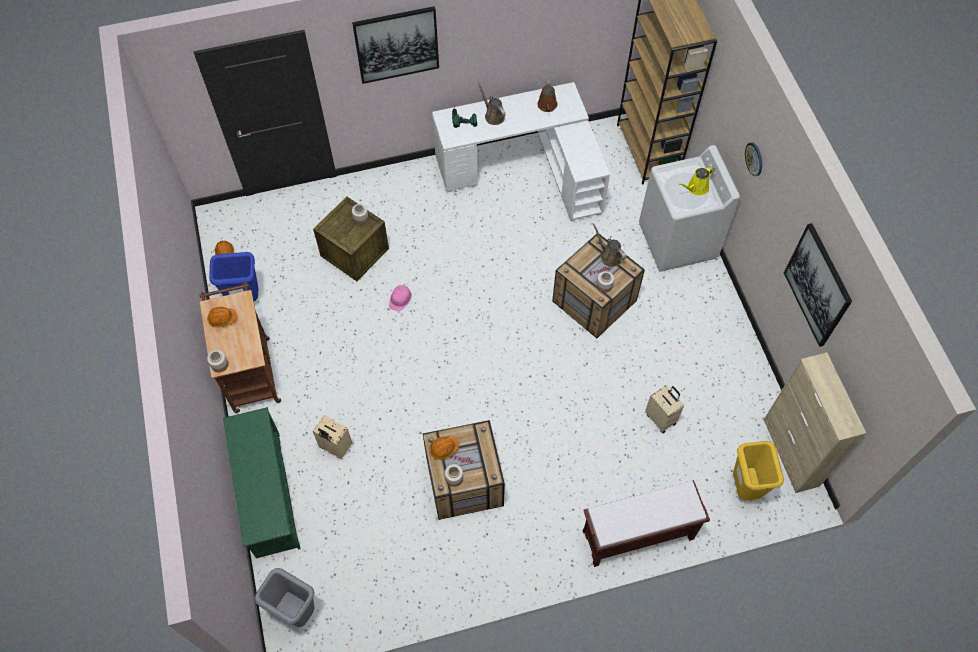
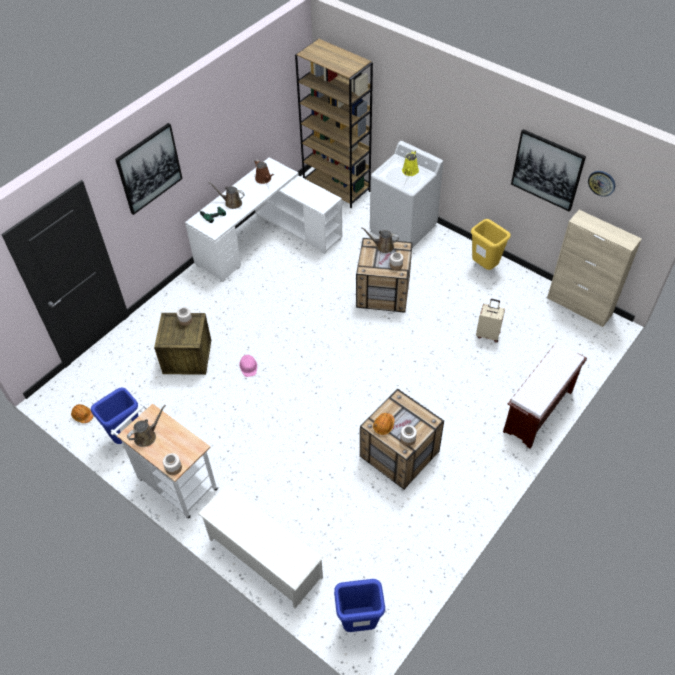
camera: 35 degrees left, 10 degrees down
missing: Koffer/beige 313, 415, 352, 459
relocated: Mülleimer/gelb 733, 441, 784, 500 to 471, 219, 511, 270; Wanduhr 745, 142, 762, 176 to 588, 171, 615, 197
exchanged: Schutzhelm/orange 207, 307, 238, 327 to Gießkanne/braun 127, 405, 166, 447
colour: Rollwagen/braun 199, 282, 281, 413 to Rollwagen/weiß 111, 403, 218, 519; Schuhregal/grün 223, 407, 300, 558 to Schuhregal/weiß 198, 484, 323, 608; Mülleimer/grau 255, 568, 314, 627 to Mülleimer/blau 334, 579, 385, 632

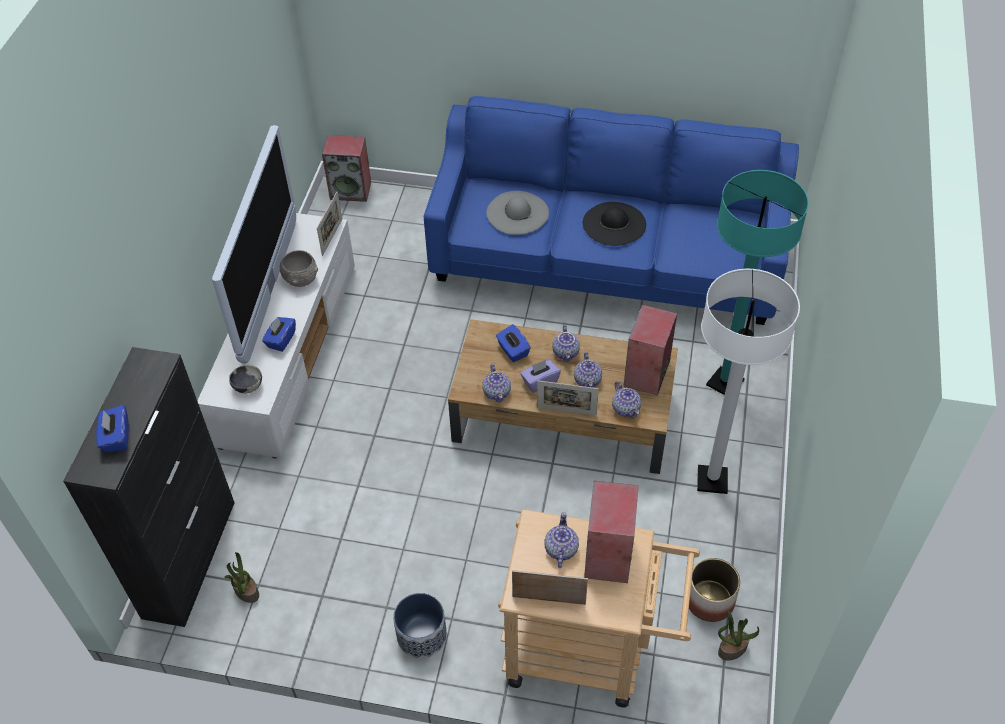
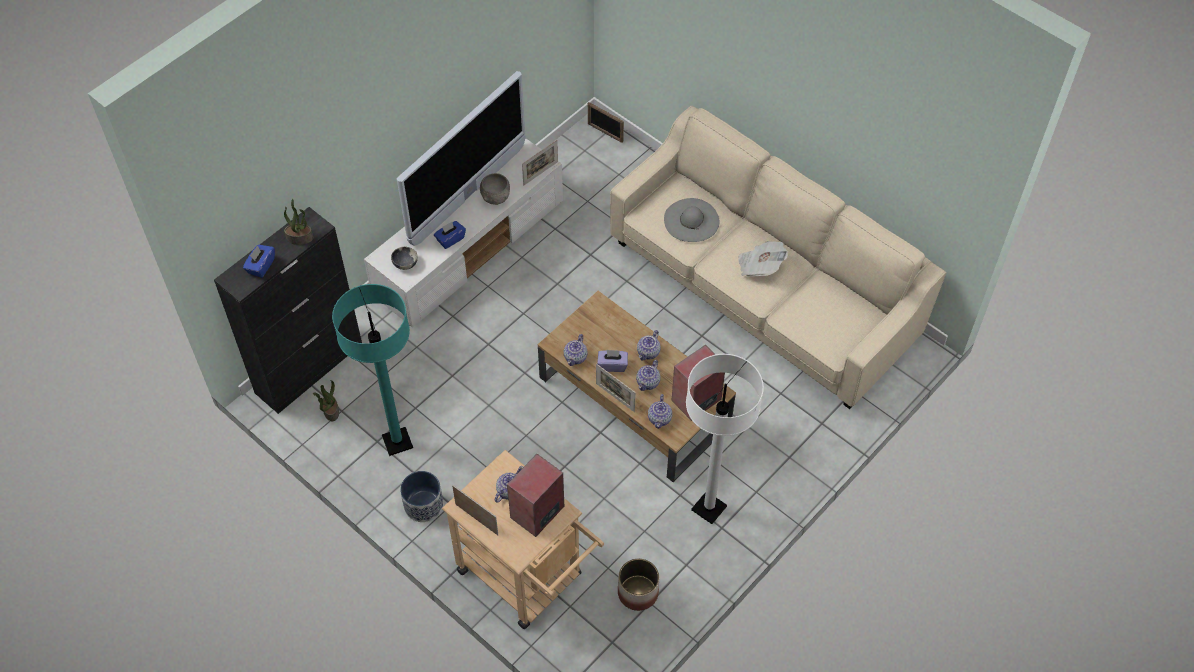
camera: 30 degrees right, 5 degrees up
missing: Taschentuchbox/blau 496, 324, 531, 362
relocated: Stehlampe/türkis 706, 170, 809, 395 to 332, 284, 413, 456; Topfpflanze 718, 611, 759, 661 to 284, 199, 313, 245
exchanged: Lautsprecher 322, 135, 371, 202 to Bilderrahmen 588, 102, 624, 143; Hut/schwarz 583, 202, 646, 246 to Zeitung 738, 241, 788, 277
colour: Sofa/blau 424, 96, 799, 325 to Sofa/beige 610, 105, 947, 409

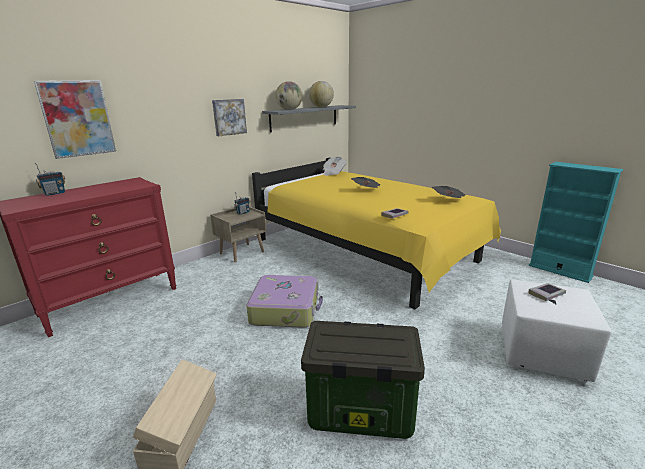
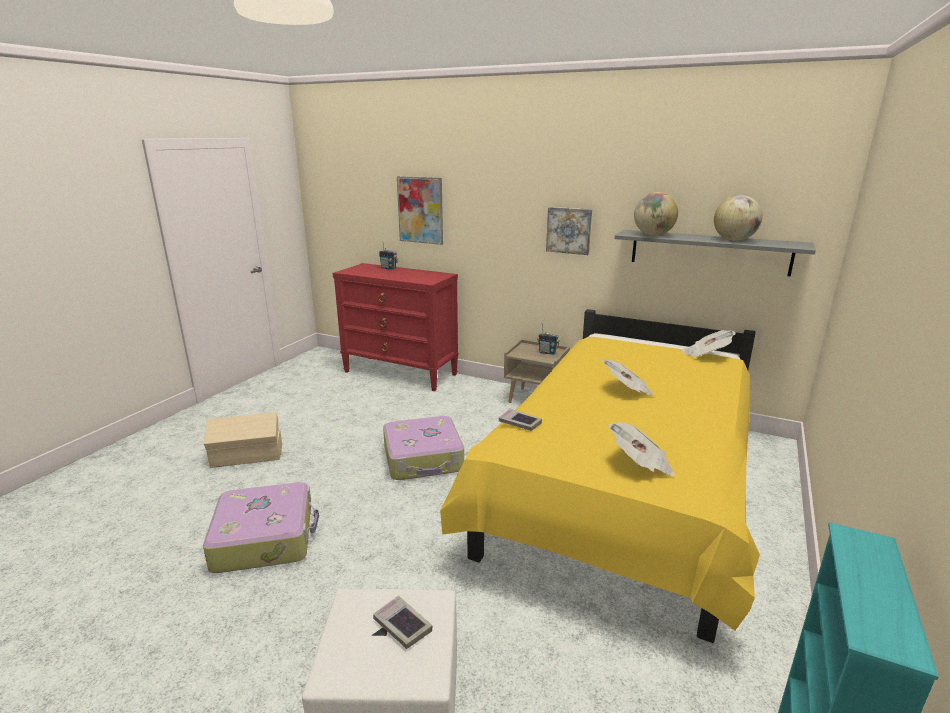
camera: 70 degrees right, 0 degrees up
exchanged: Aufbewahrungsbox 301, 321, 425, 439 to Koffer 203, 482, 319, 573

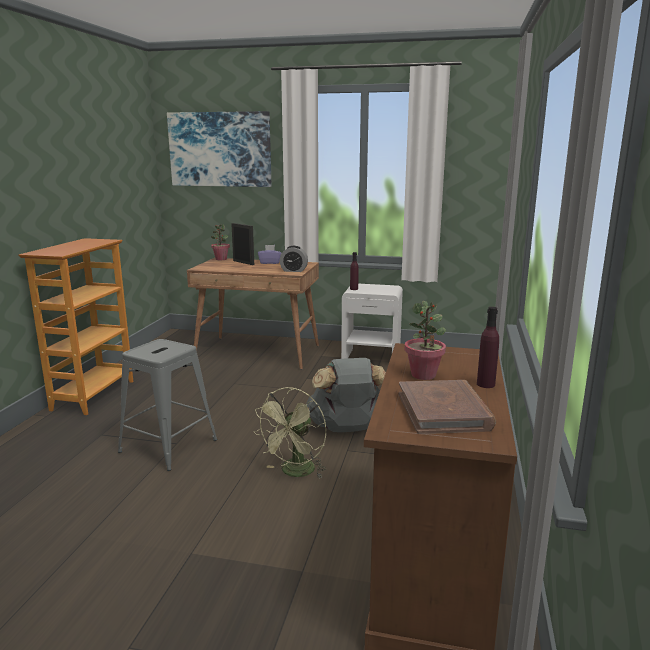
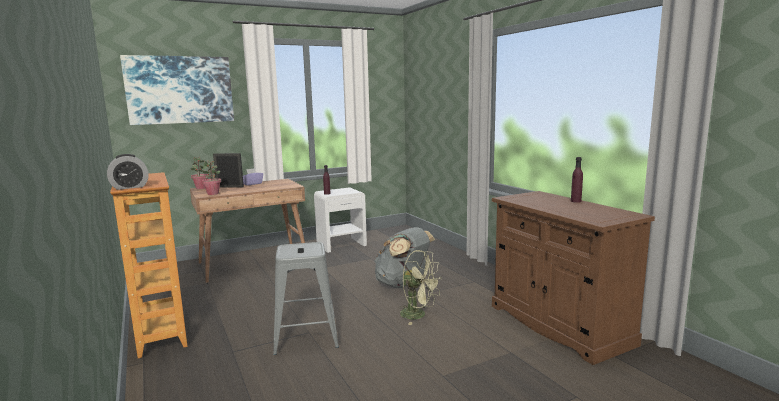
camera: 40 degrees left, 5 degrees down
missing: Buch/braun 399, 380, 496, 434
relocated: Wecker 280, 246, 308, 272 to 107, 154, 149, 190; Topfpflanze 405, 301, 446, 380 to 202, 160, 221, 195
spun: Ventilator/grün 253, 387, 326, 478 = 398, 250, 442, 325 45 degrees counterclockwise

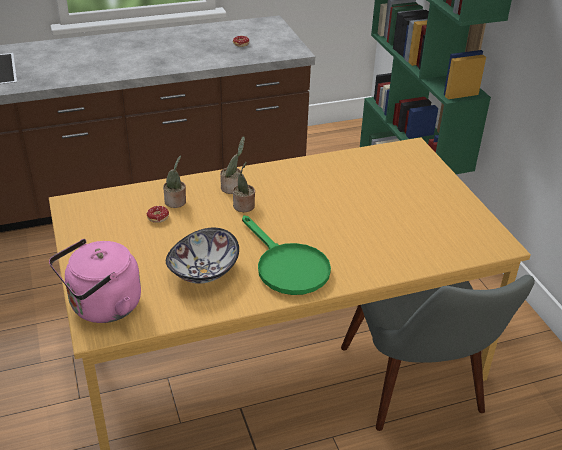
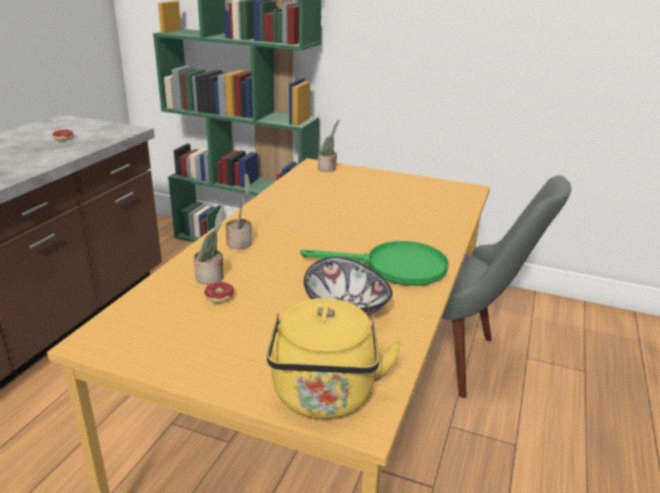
camera: 50 degrees left, 10 degrees down
relocated: Topfpflanze 233, 162, 255, 212 to 318, 120, 339, 172
colour: Wasserkessel/rosa 49, 239, 141, 323 to Wasserkessel/gelb 267, 298, 402, 419

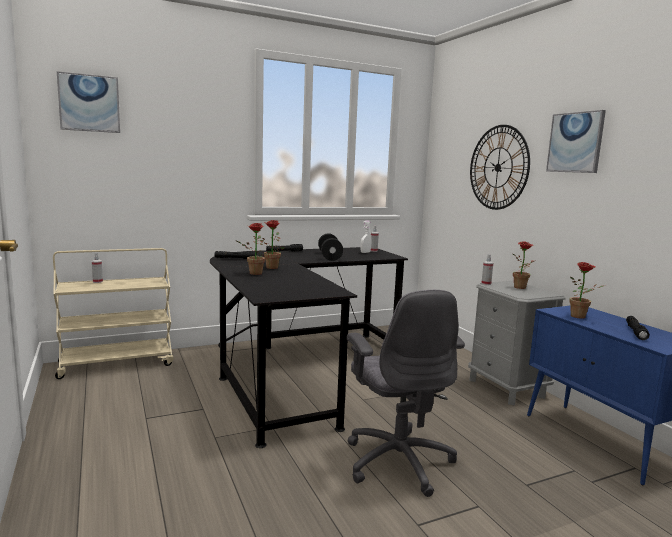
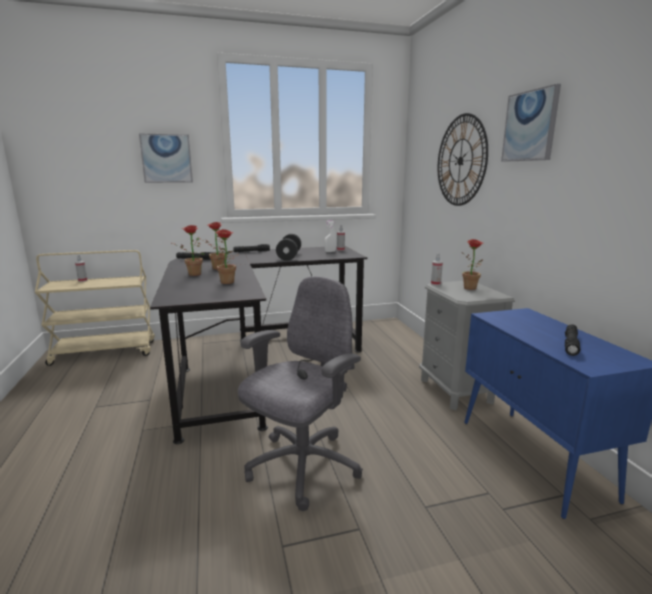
camera: 10 degrees right, 5 degrees up
relocated: Bild 57, 71, 120, 133 to 139, 133, 193, 183; Topfpflanze 569, 262, 605, 319 to 214, 229, 239, 284
spun: Bürostuhl/grau 347, 290, 465, 497 = 238, 276, 363, 511 135 degrees counterclockwise

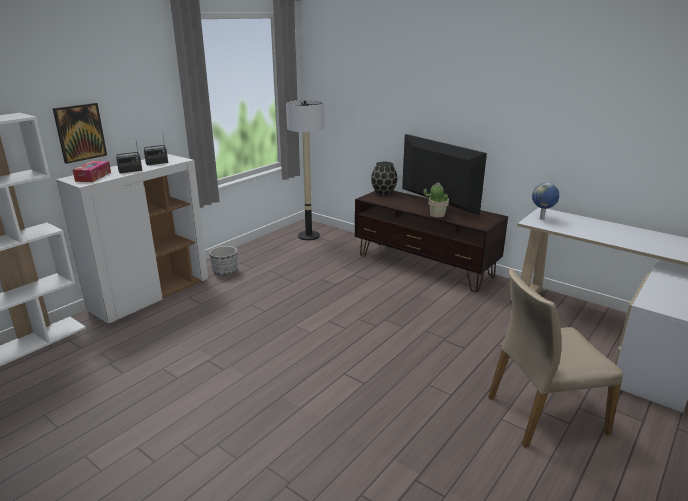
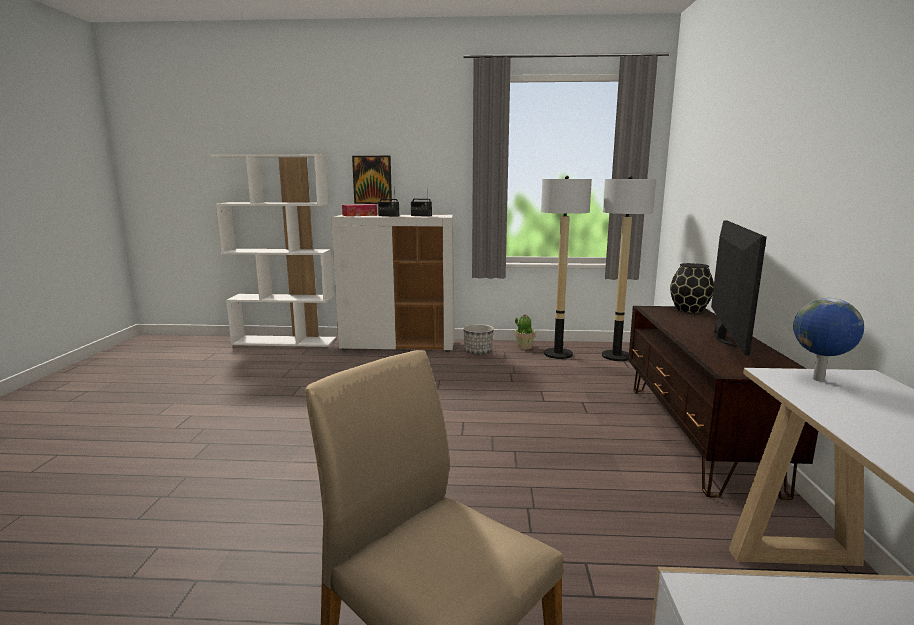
camera: 55 degrees right, 10 degrees down
appeared: Stehlampe 541, 176, 592, 359
relocated: Topfpflanze 424, 182, 449, 217 to 515, 314, 536, 350

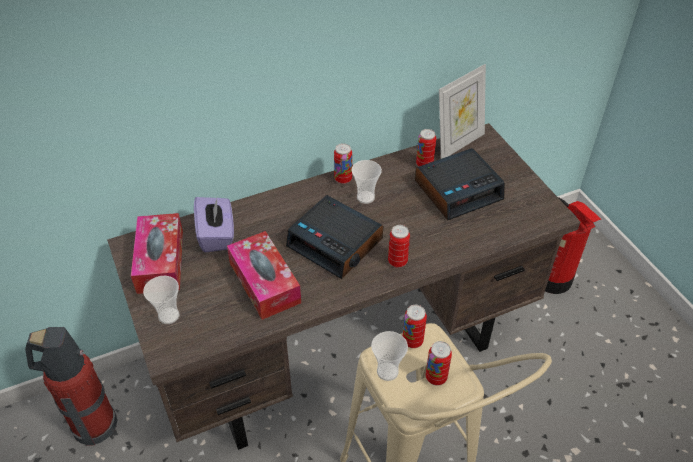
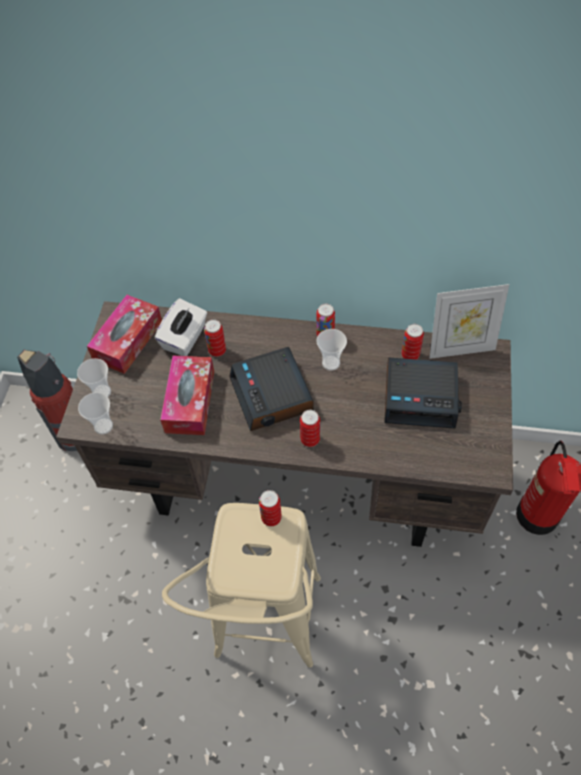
camera: 35 degrees right, 10 degrees up
relocated: Tasse 371, 331, 408, 381 to 78, 392, 113, 435; Dose 426, 341, 452, 386 to 204, 319, 226, 357
colour: Taschentuchbox/lila 194, 196, 234, 253 to Taschentuchbox/weiß 155, 298, 207, 356

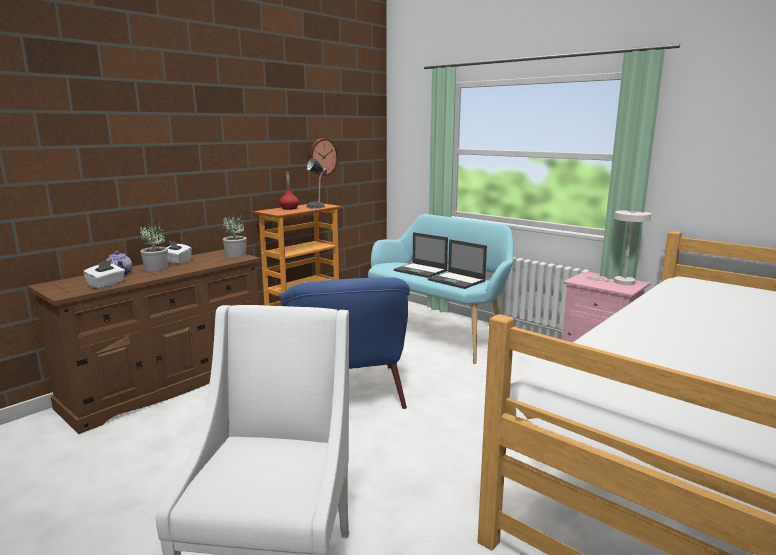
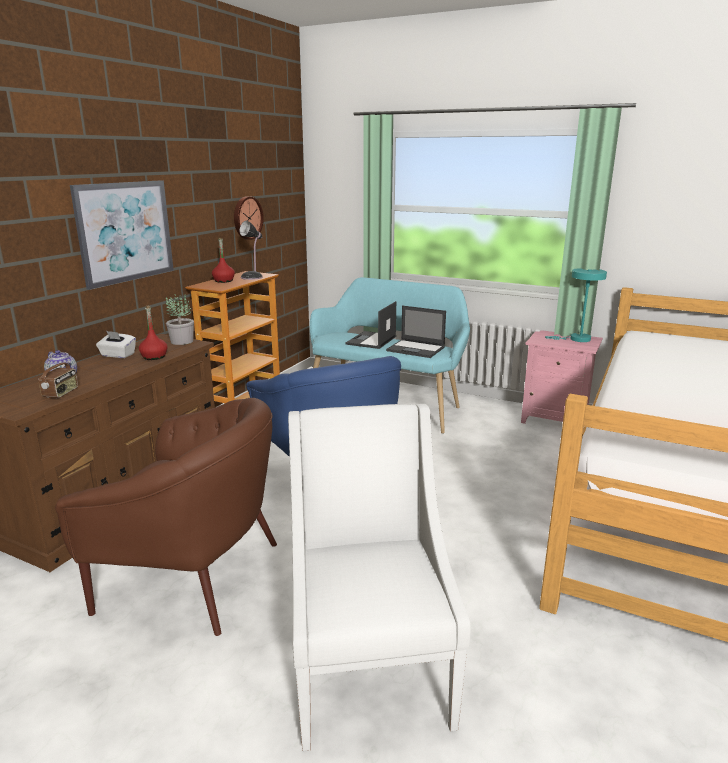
camera: 15 degrees left, 5 degrees up
missing: Topfpflanze 140, 222, 168, 271
appeared: Sessel/braun 55, 398, 277, 636; Bild 70, 180, 174, 290; Flasche/rot 139, 306, 168, 360
exchanged: Taschentuchbox/weiß 83, 260, 125, 289 to Radio 38, 352, 78, 398
colour: Tischlampe/weiß 587, 210, 651, 285 to Tischlampe/türkis 545, 268, 607, 342
spun: Laptop 394, 232, 448, 278 = 346, 301, 396, 349 90 degrees clockwise

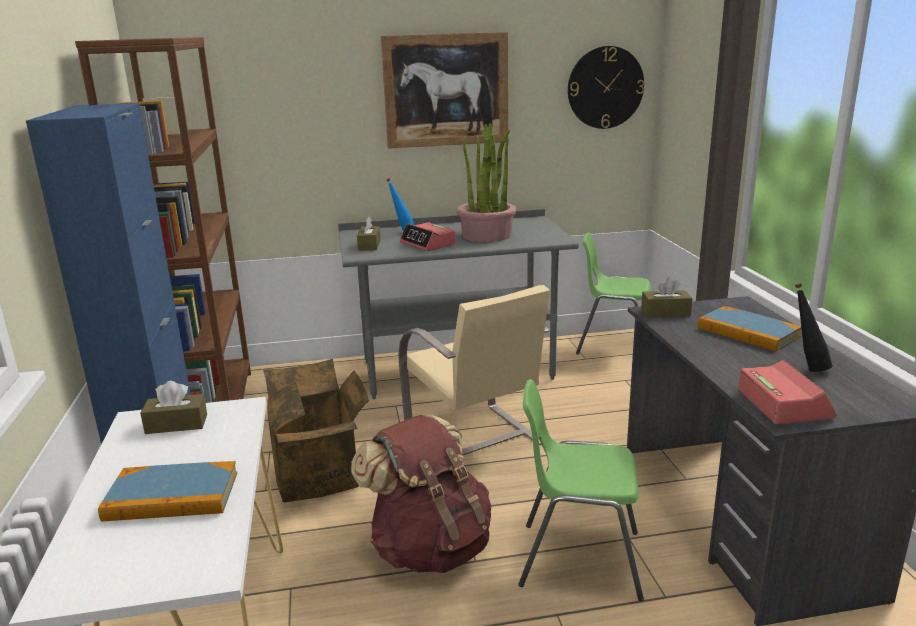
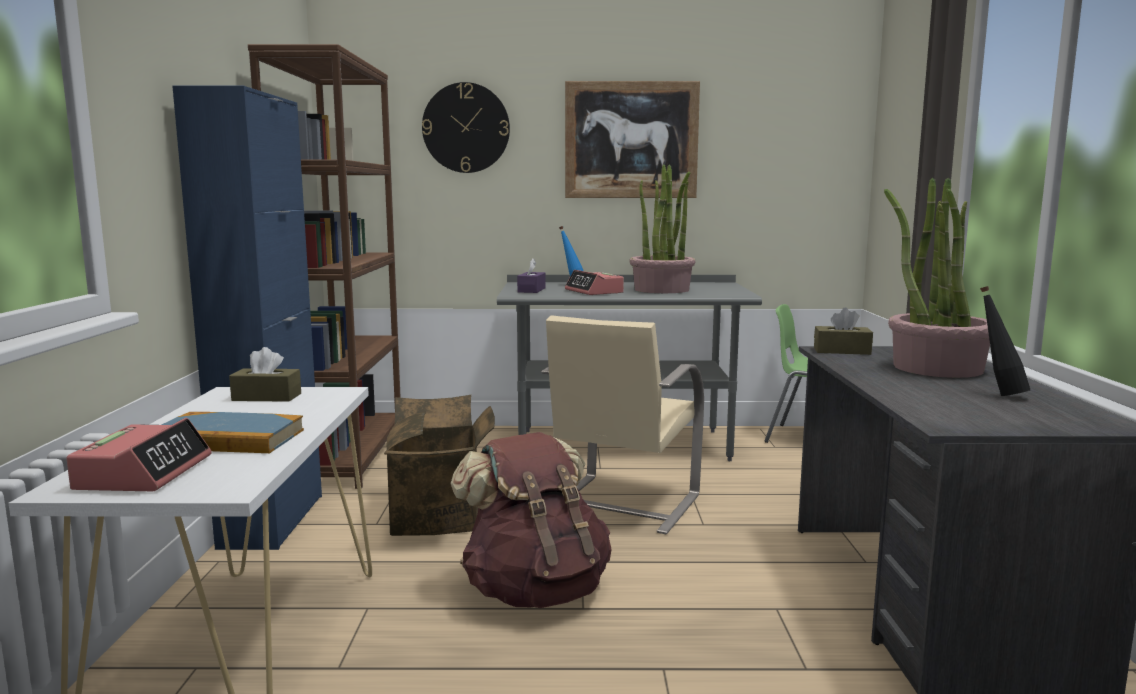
camera: 10 degrees right, 10 degrees down
missing: Stuhl/grün 518, 379, 644, 601
relocated: Wanduhr 568, 46, 645, 129 to 422, 82, 510, 173; Wecker 738, 360, 837, 424 to 66, 418, 212, 491
exchanged: Buch 698, 306, 801, 351 to Topfpflanze 884, 178, 990, 378
colour: Taschentuchbox/braun 357, 216, 381, 251 to Taschentuchbox/lila 517, 258, 546, 293
spun: Stuhl/beige 398, 285, 550, 455 = 542, 315, 704, 534 45 degrees clockwise

